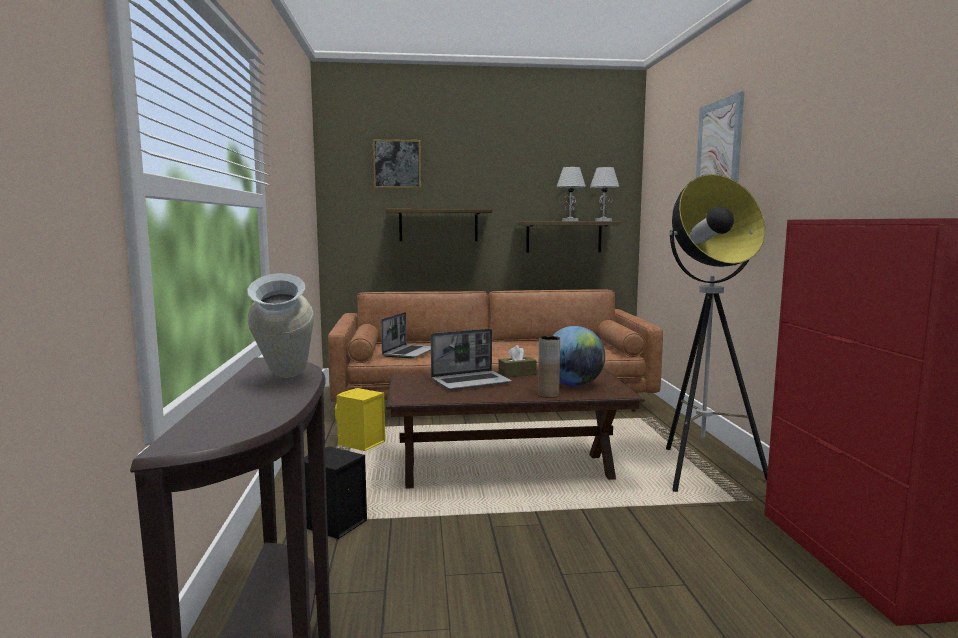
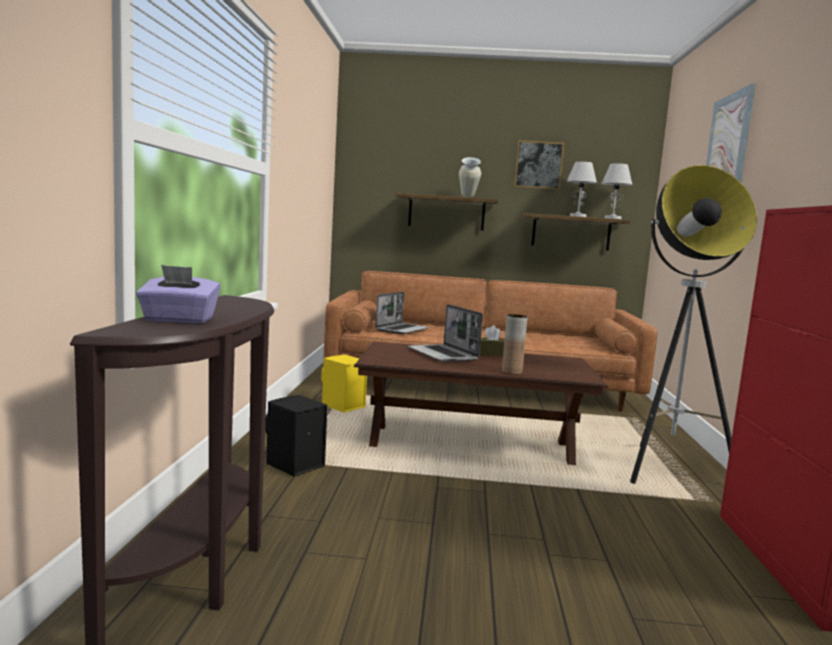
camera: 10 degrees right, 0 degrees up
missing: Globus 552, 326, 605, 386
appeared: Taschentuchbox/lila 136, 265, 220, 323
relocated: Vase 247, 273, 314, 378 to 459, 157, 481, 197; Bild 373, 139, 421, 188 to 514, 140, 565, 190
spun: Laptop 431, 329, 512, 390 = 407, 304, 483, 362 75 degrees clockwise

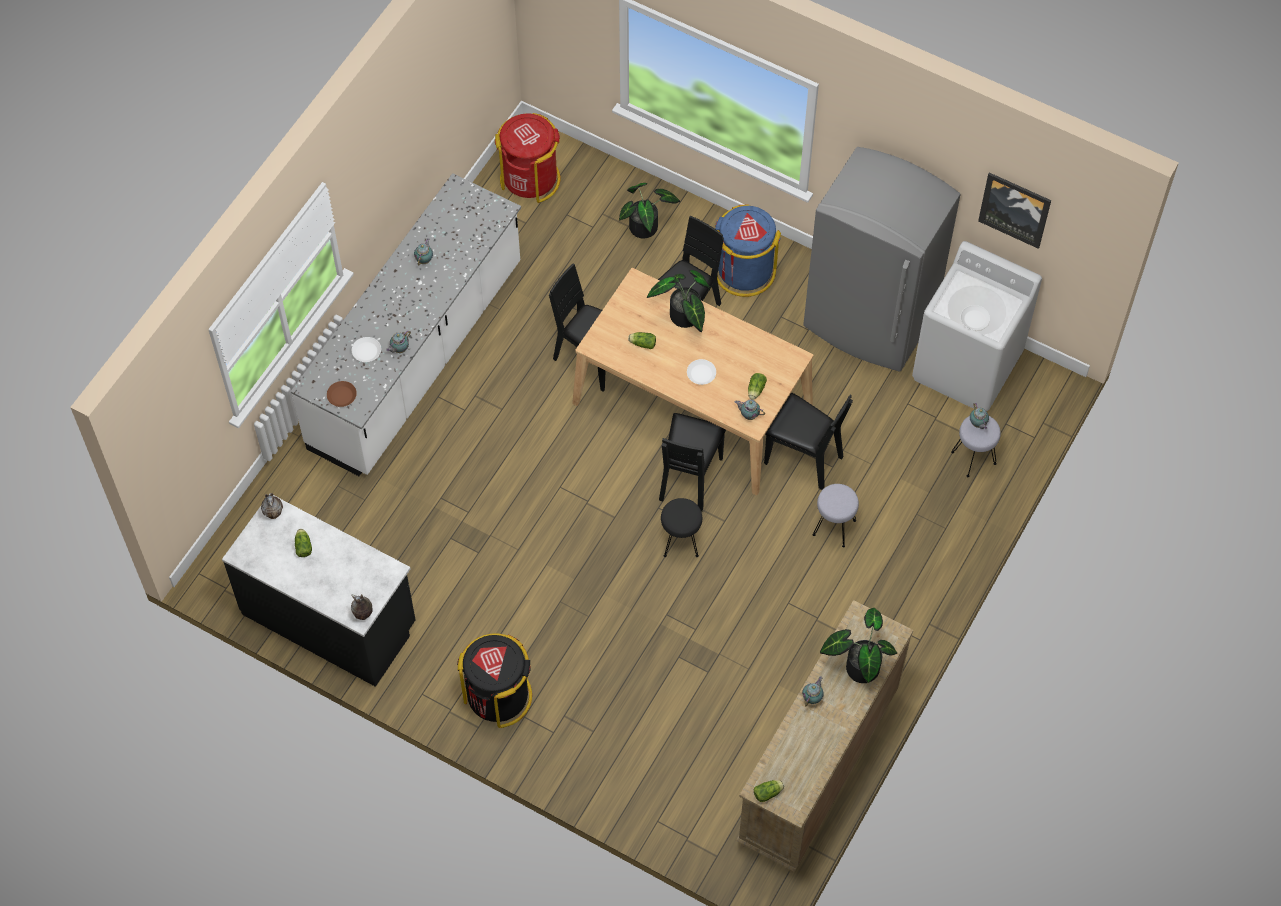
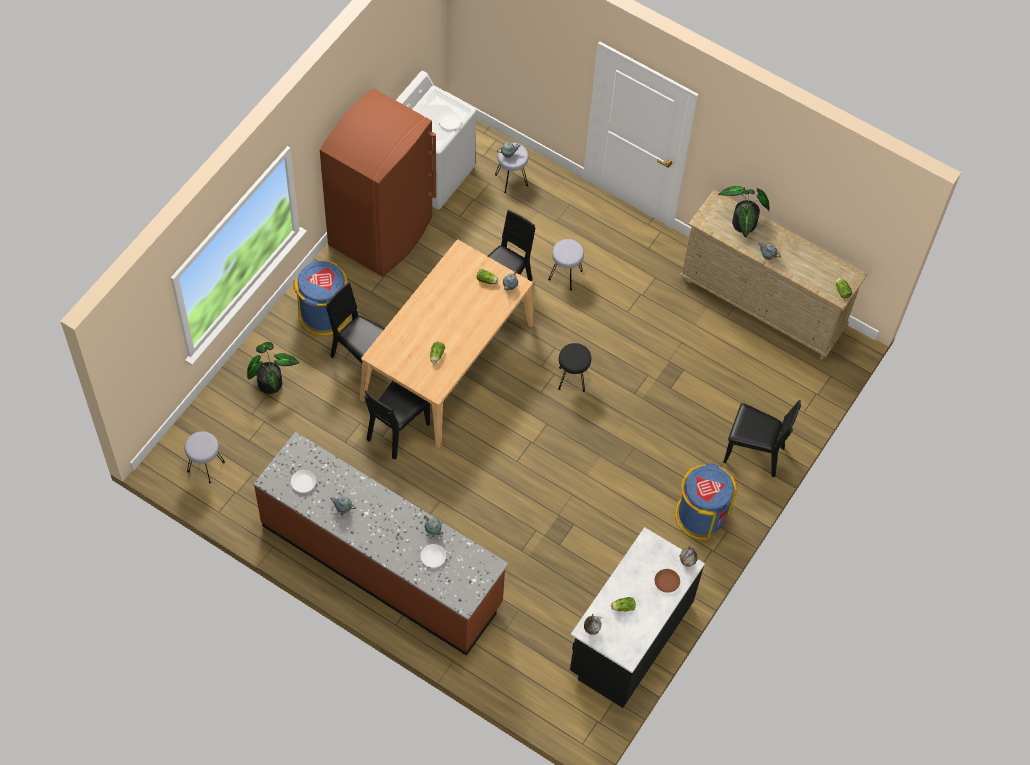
camera: 90 degrees left, 0 degrees up
missing: Topfpflanze 647, 270, 711, 332; Bild 978, 173, 1051, 249
relocated: Teller/braun 327, 381, 357, 407 to 655, 569, 680, 593; Stuhl/schwarz 659, 413, 726, 512 to 723, 400, 801, 477; Teller/weiß 687, 359, 716, 385 to 291, 470, 316, 493
exchanged: Mülleimer/rot 495, 113, 560, 203 to Hocker/grau 185, 431, 225, 484
colour: Küchenzeile/weiß 291, 173, 521, 476 to Küchenzeile/braun 253, 432, 509, 656; Mülleimer/schwarz 457, 633, 532, 728 to Mülleimer/blau 675, 463, 738, 540; Kühlschrank/grau 803, 147, 960, 372 to Kühlschrank/braun 320, 88, 436, 277

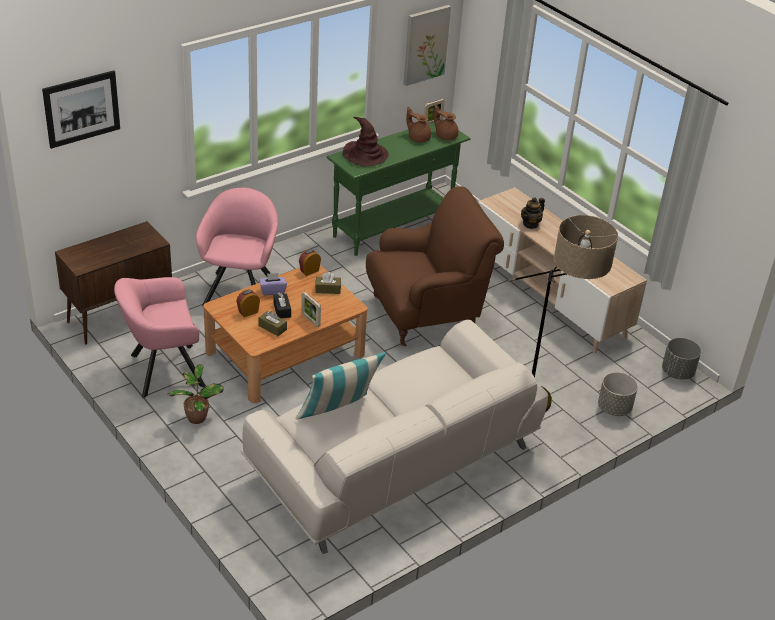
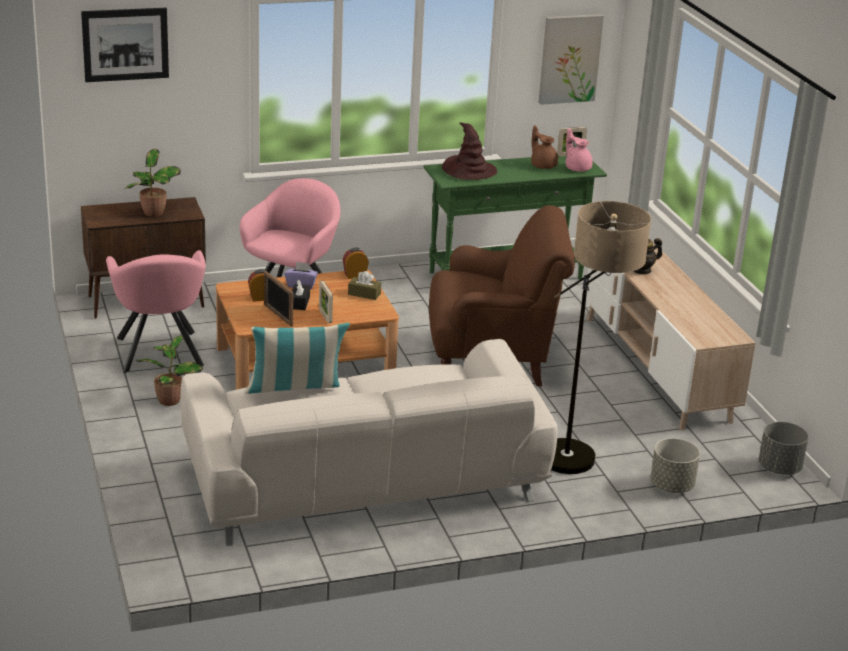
camera: 20 degrees right, 10 degrees down
appeared: Topfpflanze 124, 149, 181, 217
exchanged: Taschentuchbox/braun 258, 311, 287, 336 to Bilderrahmen 264, 271, 293, 327
colour: Teekanne/braun 434, 105, 458, 140 to Teekanne/rosa 566, 128, 593, 172
spun: Sessel/rosa 114, 277, 206, 398 = 106, 250, 206, 373 105 degrees counterclockwise

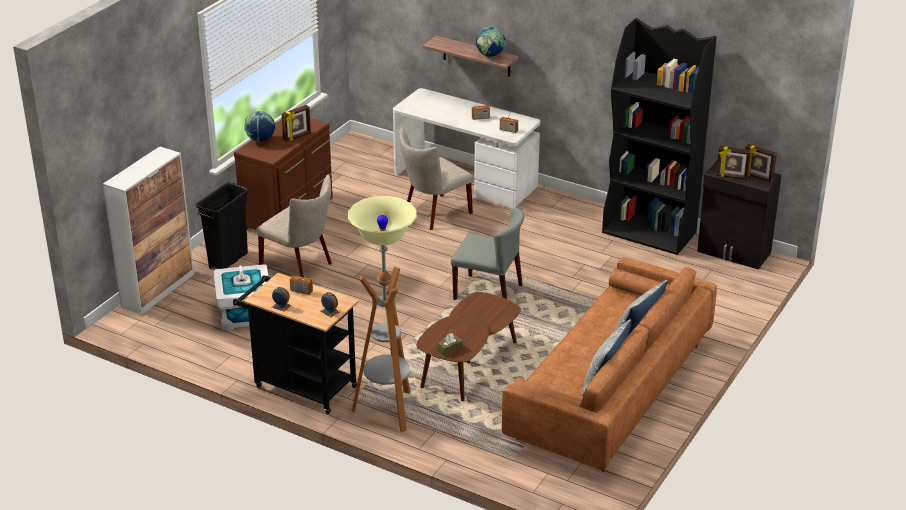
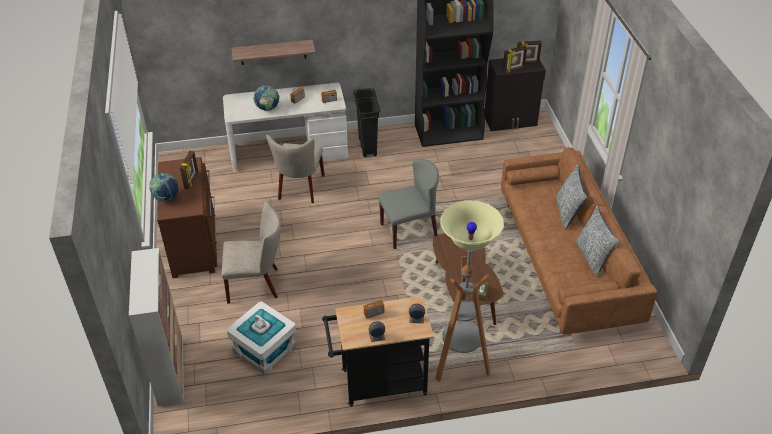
camera: 40 degrees left, 10 degrees up
relocated: Mülleimer/schwarz 196, 182, 249, 270 to 353, 88, 380, 157; Globus 475, 26, 506, 57 to 253, 85, 280, 111

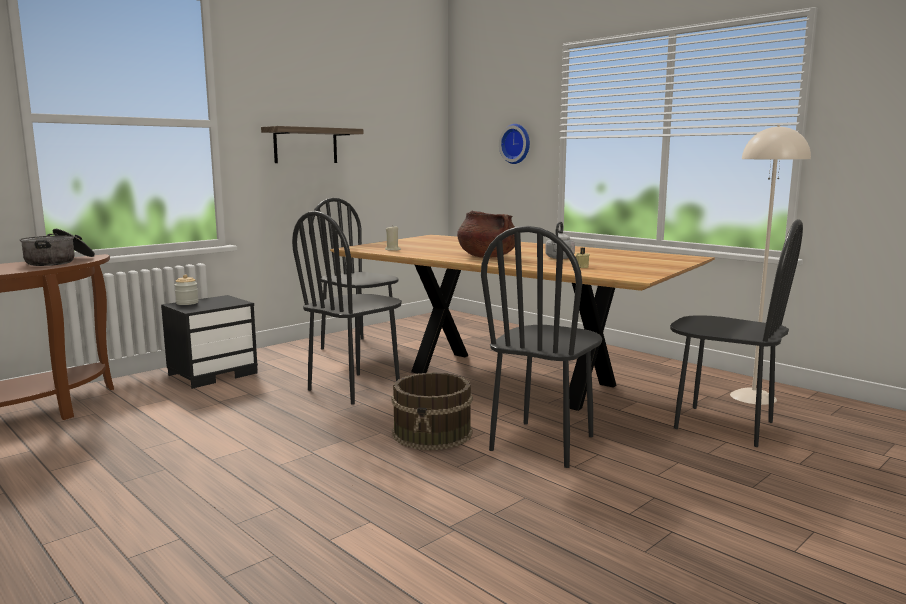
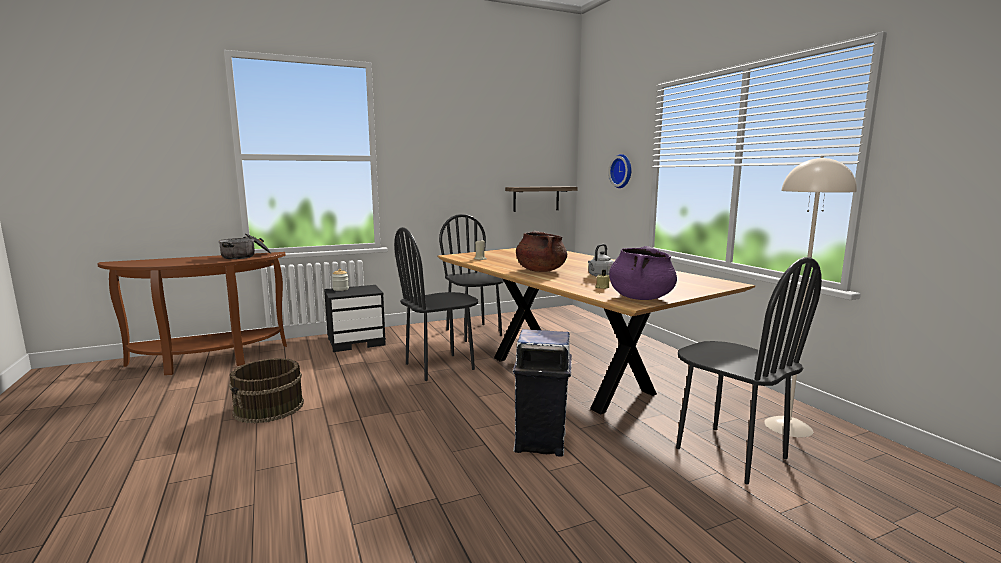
camera: 20 degrees right, 0 degrees up
appeared: Kochtopf/lila 609, 246, 677, 300
relocated: Wandregal 261, 126, 363, 163 to 505, 186, 578, 212; Eimer/braun 392, 372, 473, 450 to 229, 358, 304, 423
exchanged: Stuhl/schwarz 481, 226, 602, 468 to Mülleimer/weiß 513, 329, 572, 457

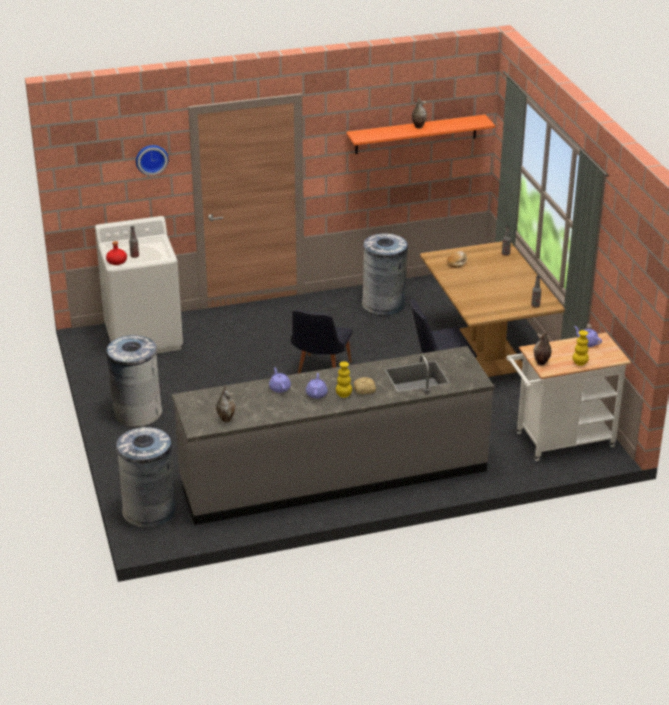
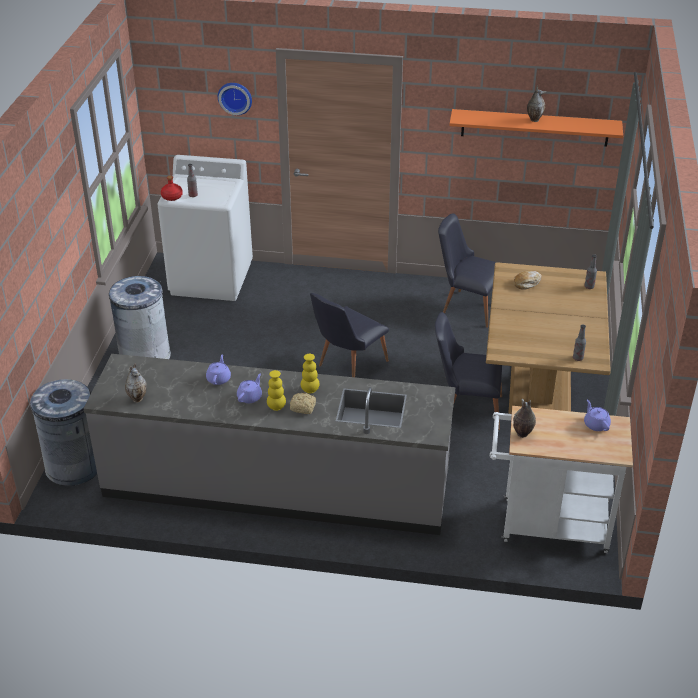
camera: 25 degrees right, 5 degrees up
relocated: Vase/gelb 572, 330, 589, 366 to 301, 354, 320, 394
exchanged: Mülleimer/grau 362, 233, 408, 315 to Stuhl/schwarz 438, 213, 496, 328

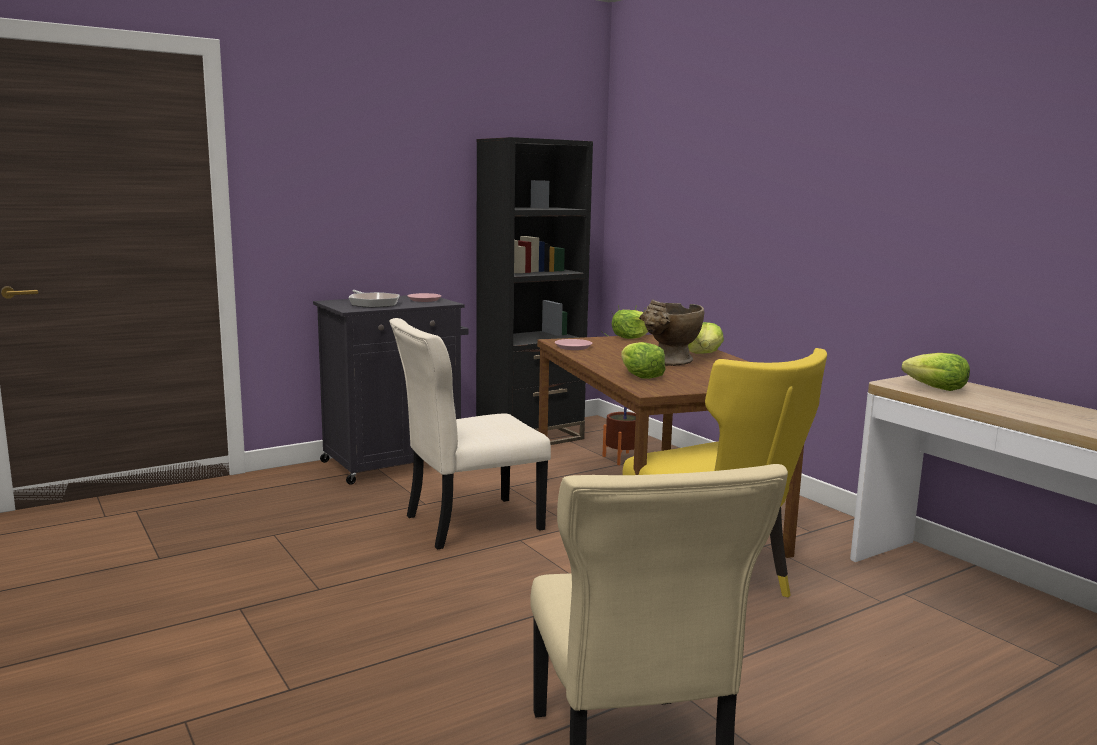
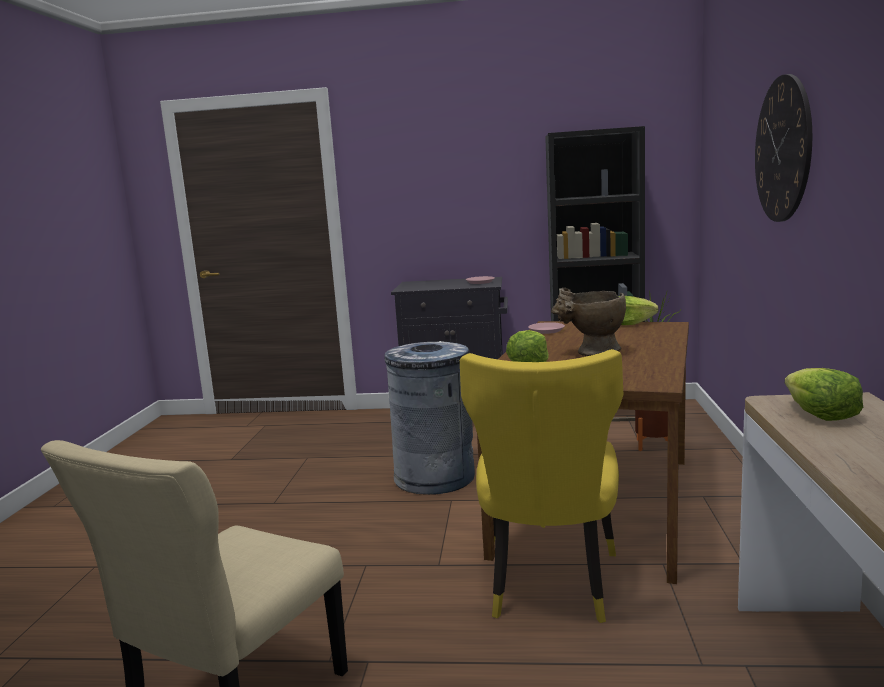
camera: 40 degrees right, 0 degrees up
missing: Pfanne 349, 290, 400, 308; Salatkopf 688, 322, 724, 354
appeared: Wanduhr 755, 74, 812, 222
exchanged: Stuhl/beige 389, 318, 551, 549 to Mülleimer/grau 384, 341, 475, 495

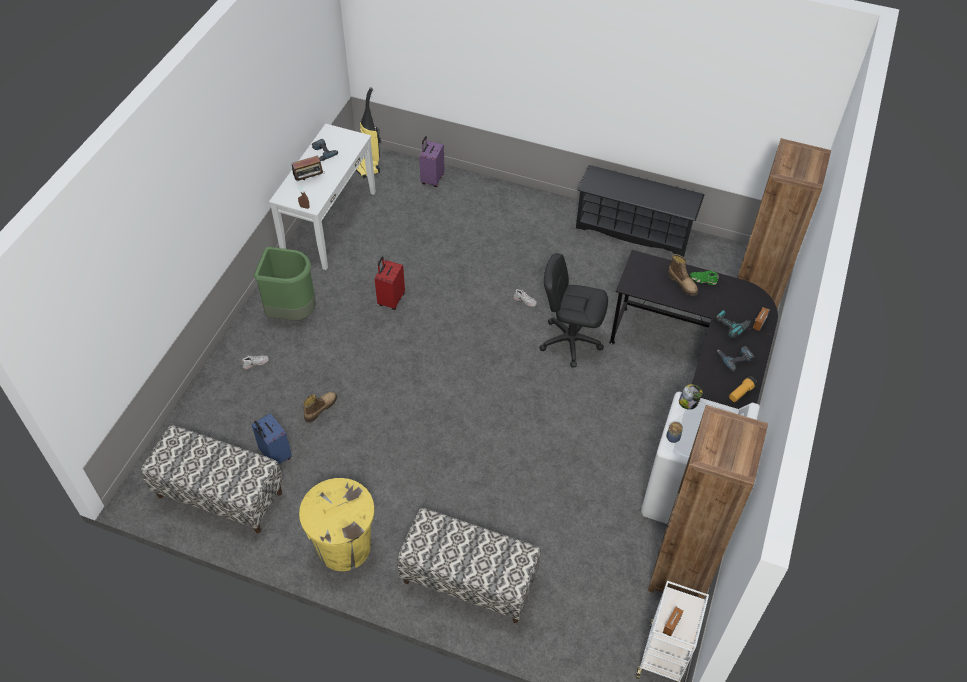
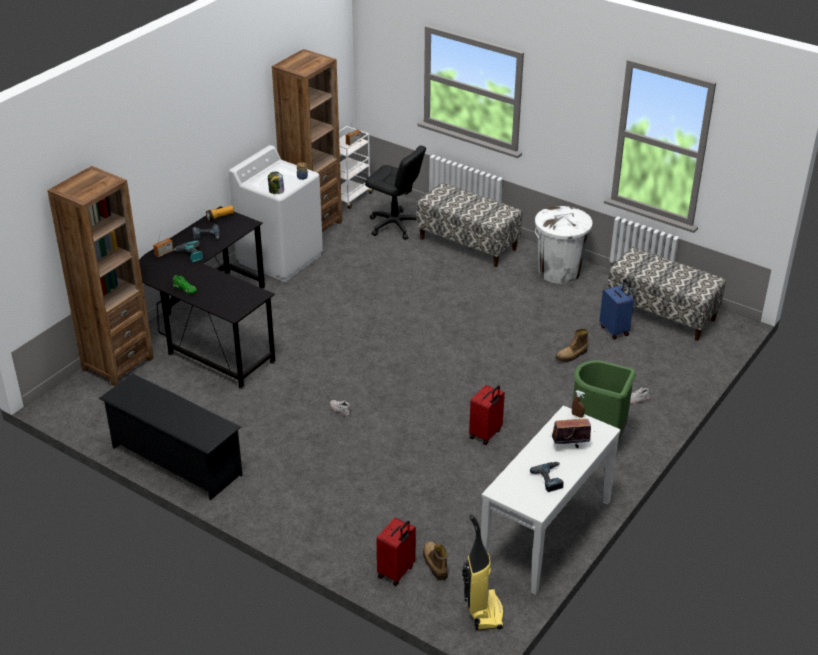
camera: 165 degrees left, 15 degrees down
relocated: Bürostuhl/schwarz 539, 253, 608, 367 to 365, 145, 426, 240; Stiefel 667, 254, 698, 296 to 423, 541, 448, 580
colour: Mülleimer/gelb 299, 478, 374, 571 to Mülleimer/weiß 535, 206, 593, 284; Koffer/lila 419, 136, 445, 187 to Koffer/rot 376, 518, 416, 586

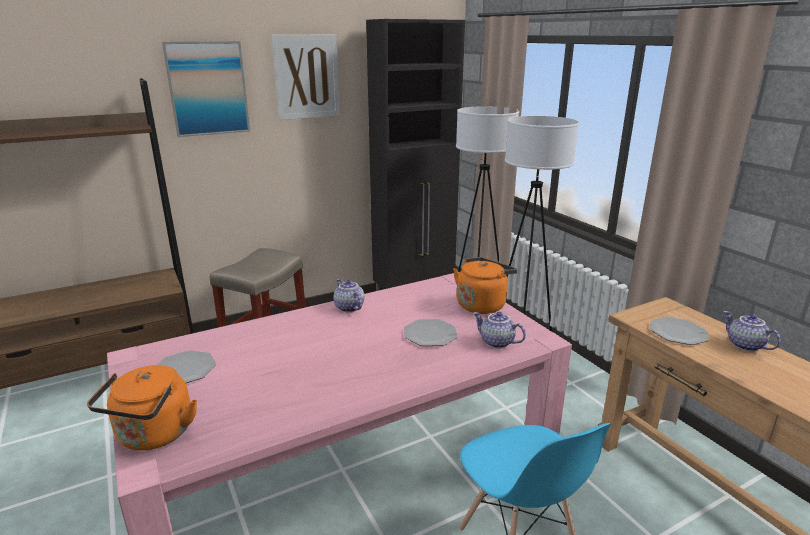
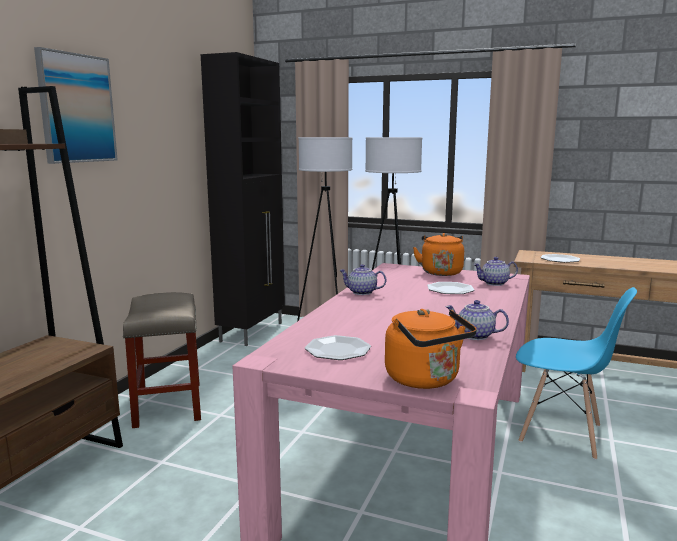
camera: 40 degrees left, 10 degrees down
missing: Bild 271, 35, 340, 120
relocated: Teekanne 723, 311, 781, 351 to 446, 300, 509, 340

